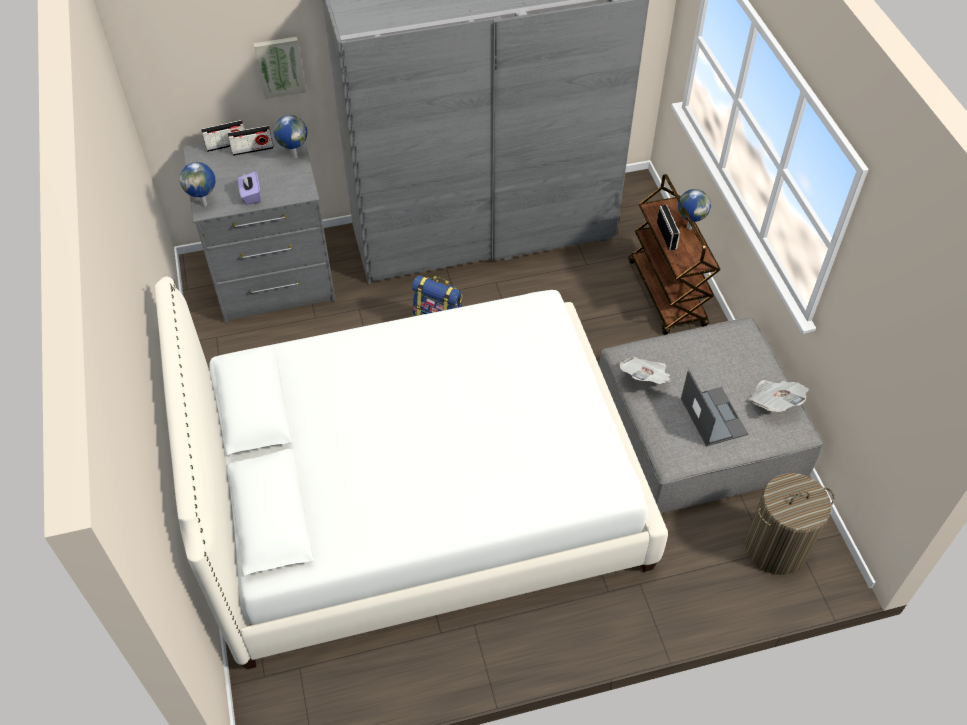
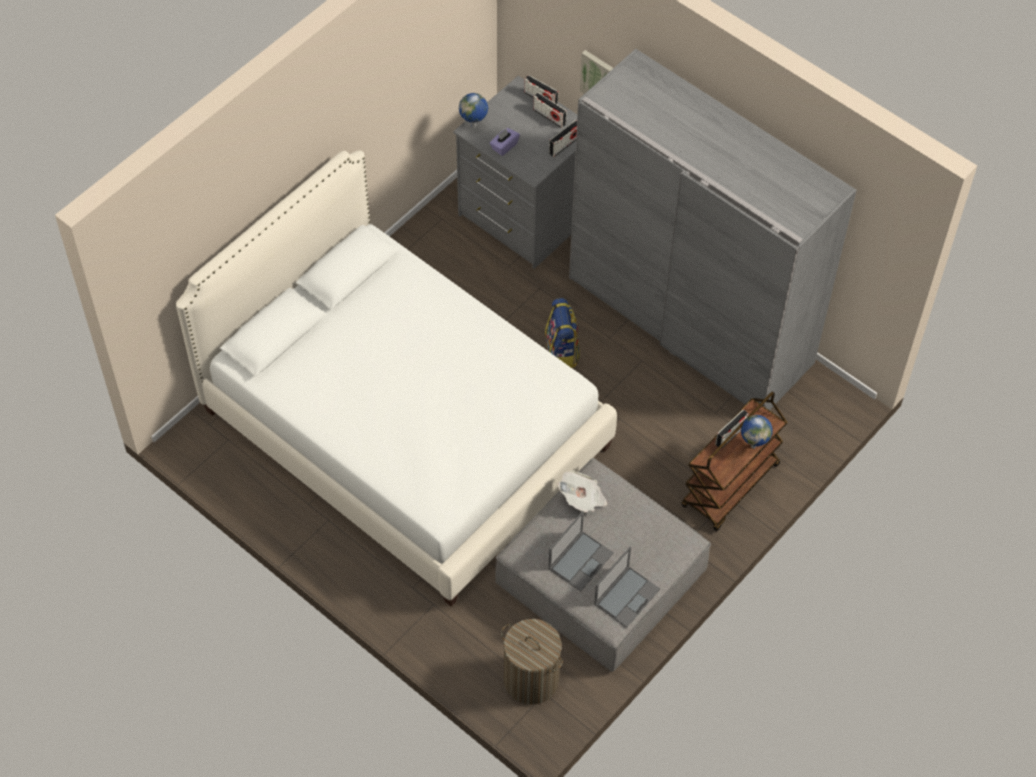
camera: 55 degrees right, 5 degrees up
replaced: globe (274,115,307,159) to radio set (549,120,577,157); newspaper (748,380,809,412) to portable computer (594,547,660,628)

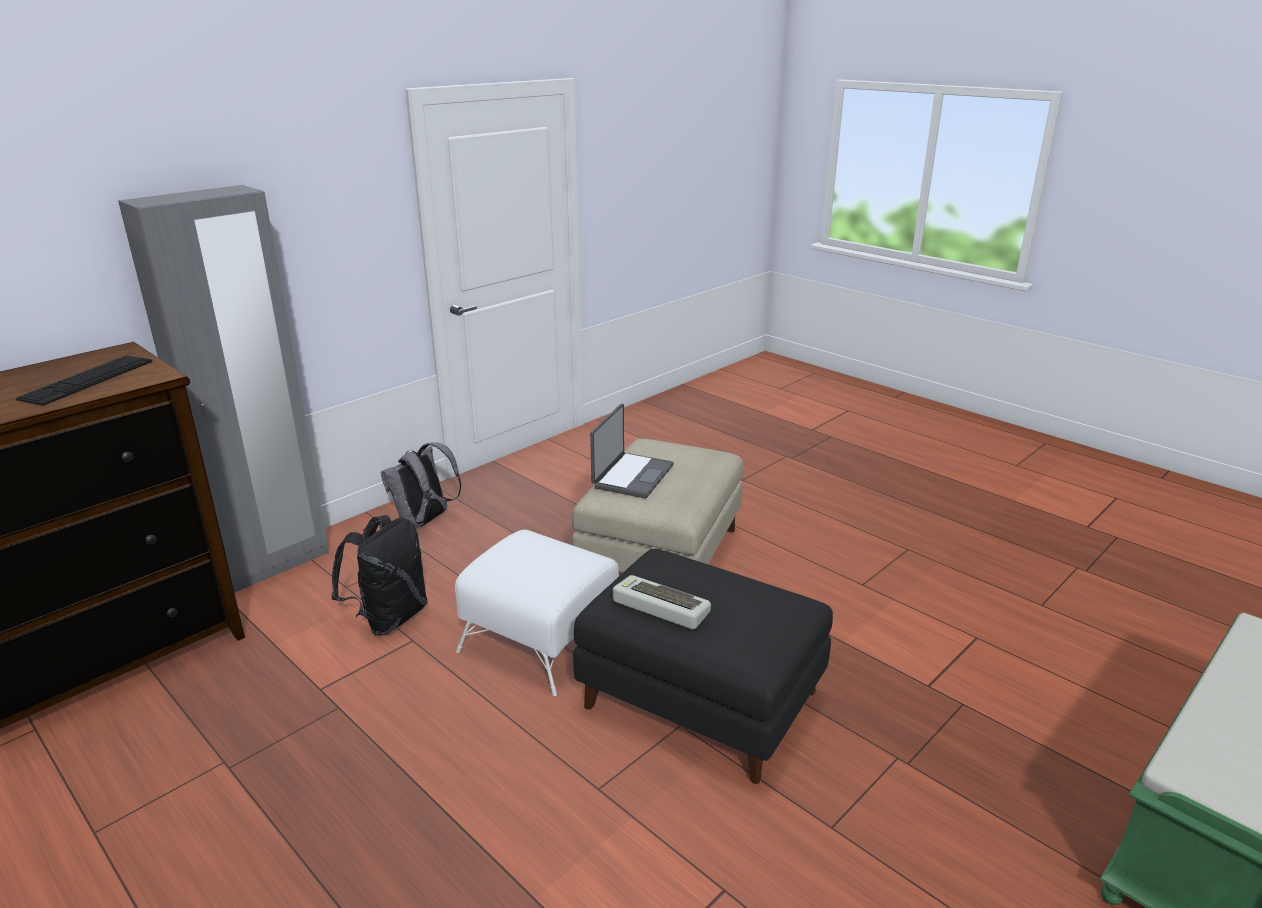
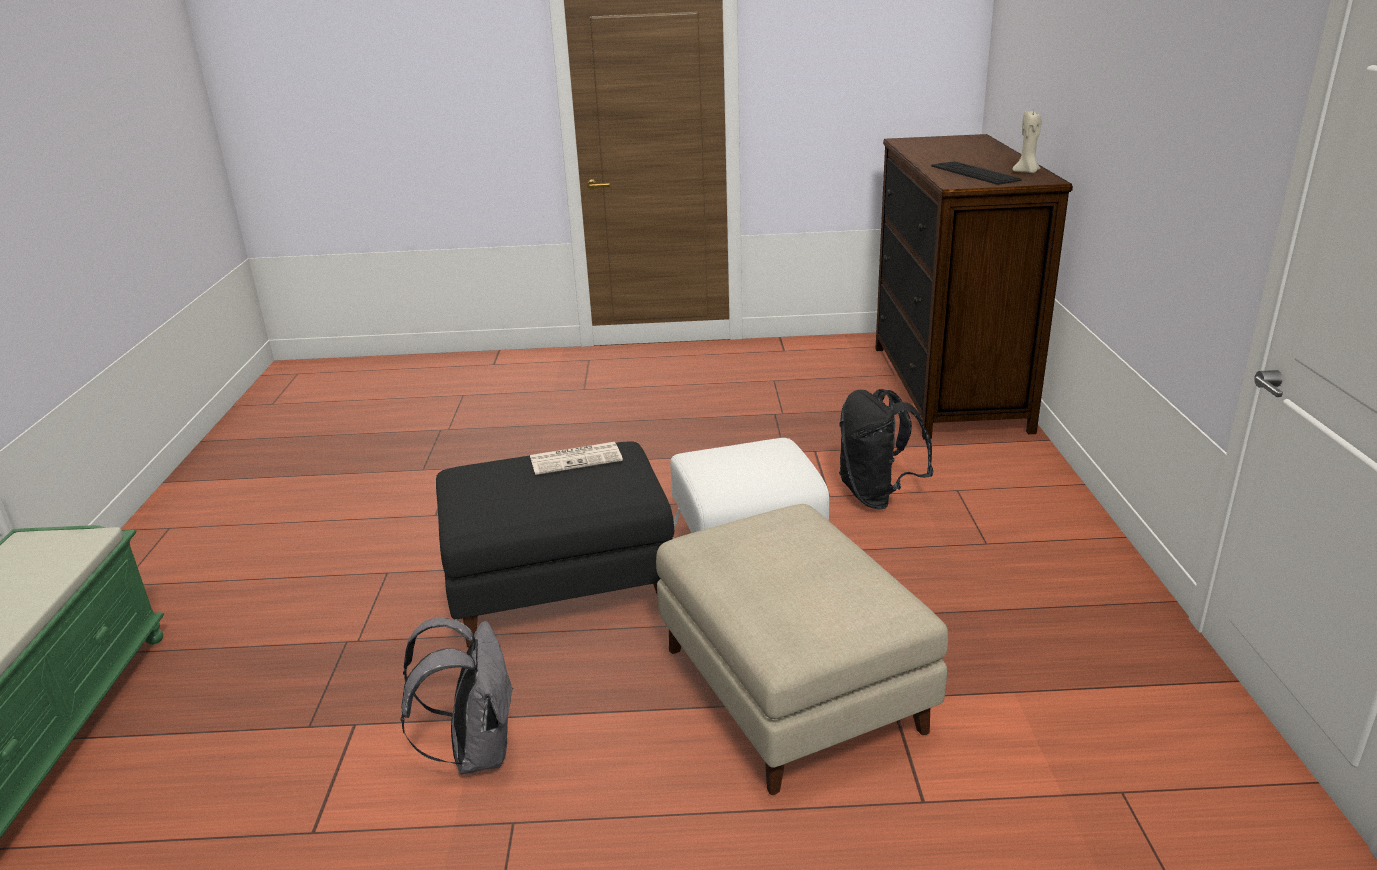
camera: 135 degrees right, 0 degrees up
removed: clothes cupboard/grey (118,185,329,593); portable computer (590,404,674,498)
added: wax light/beige (1012,111,1042,173)
moved: backpack/grey (381,442,461,528) to (400,618,513,774)
replaced: keyboard (613,575,711,629) to newspaper (530,442,623,475)

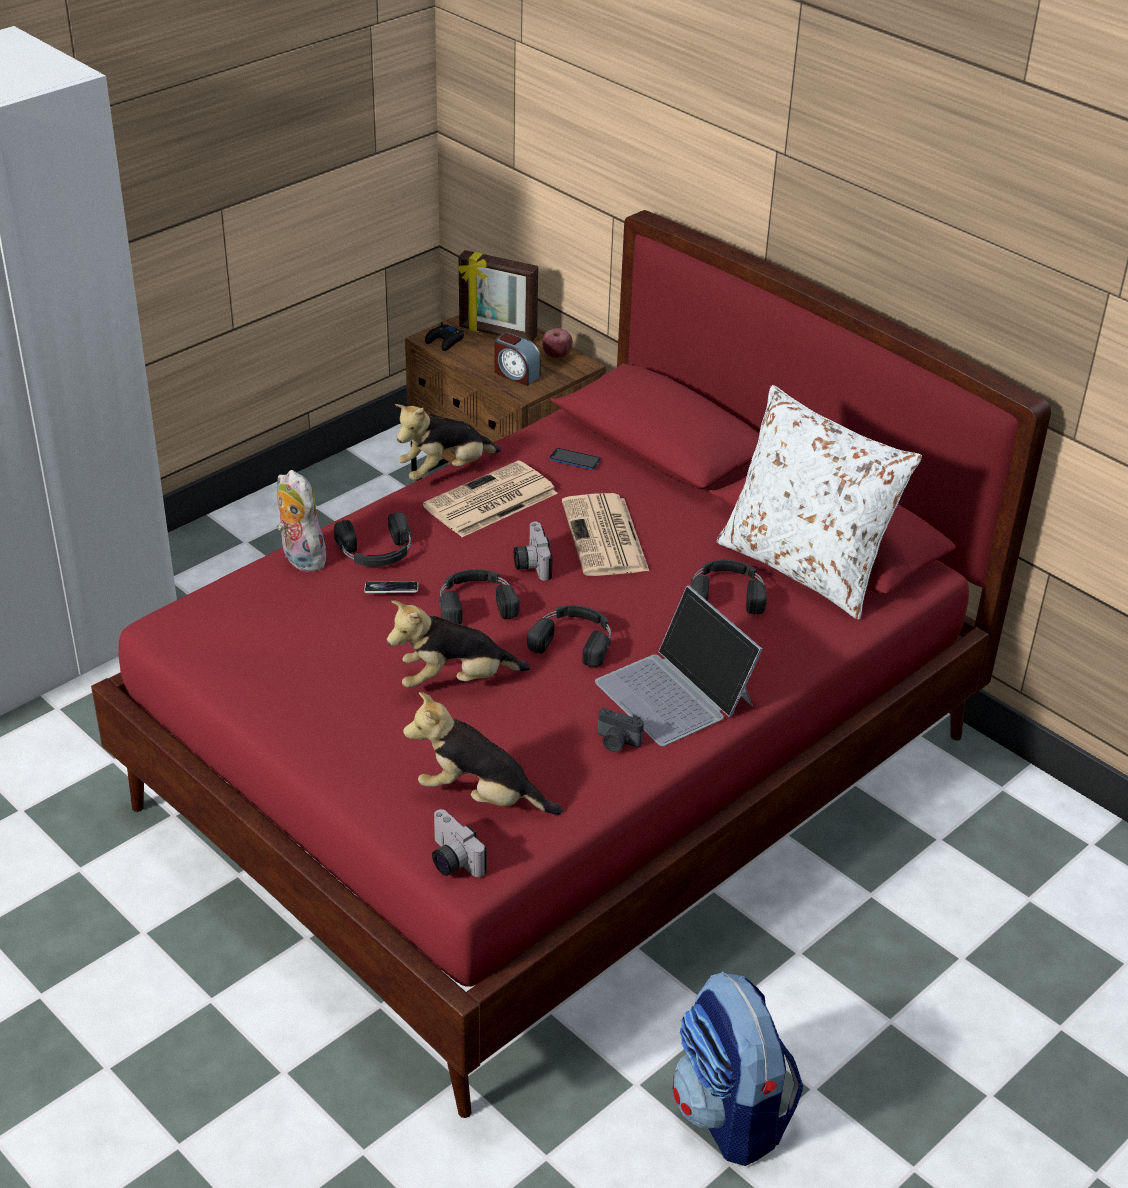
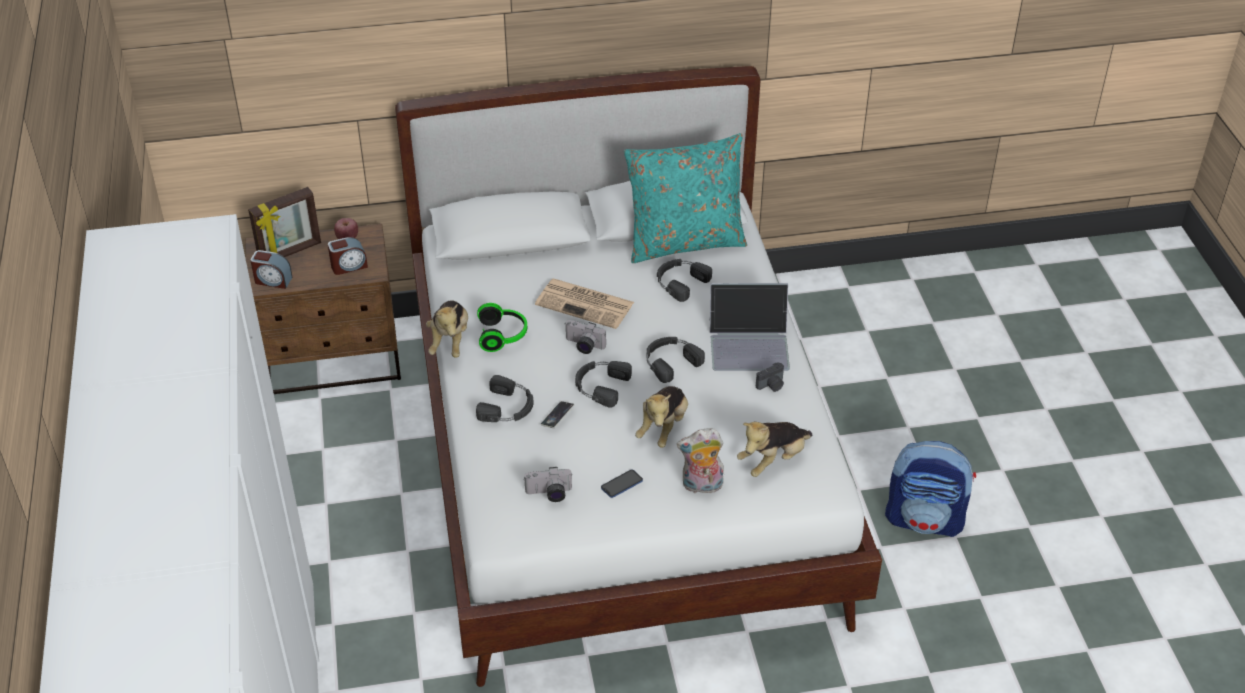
camera: 55 degrees left, 5 degrees up
moved: plush toy (277,470,328,572) to (677,428,724,493); photo camera (432,809,487,877) to (524,467,573,502); handset (550,448,601,470) to (601,470,643,498)
replaced: newspaper (423,461,558,537) to headset (477,303,527,352); joypad/black (425,322,464,351) to alarm clock (250,250,292,289)
recoloured: bed/red (91,210,1051,1118) to bed/white-coloured (395,66,882,687); pillow/white-coloured (717,385,922,620) to pillow/blue-green (624,133,747,263)

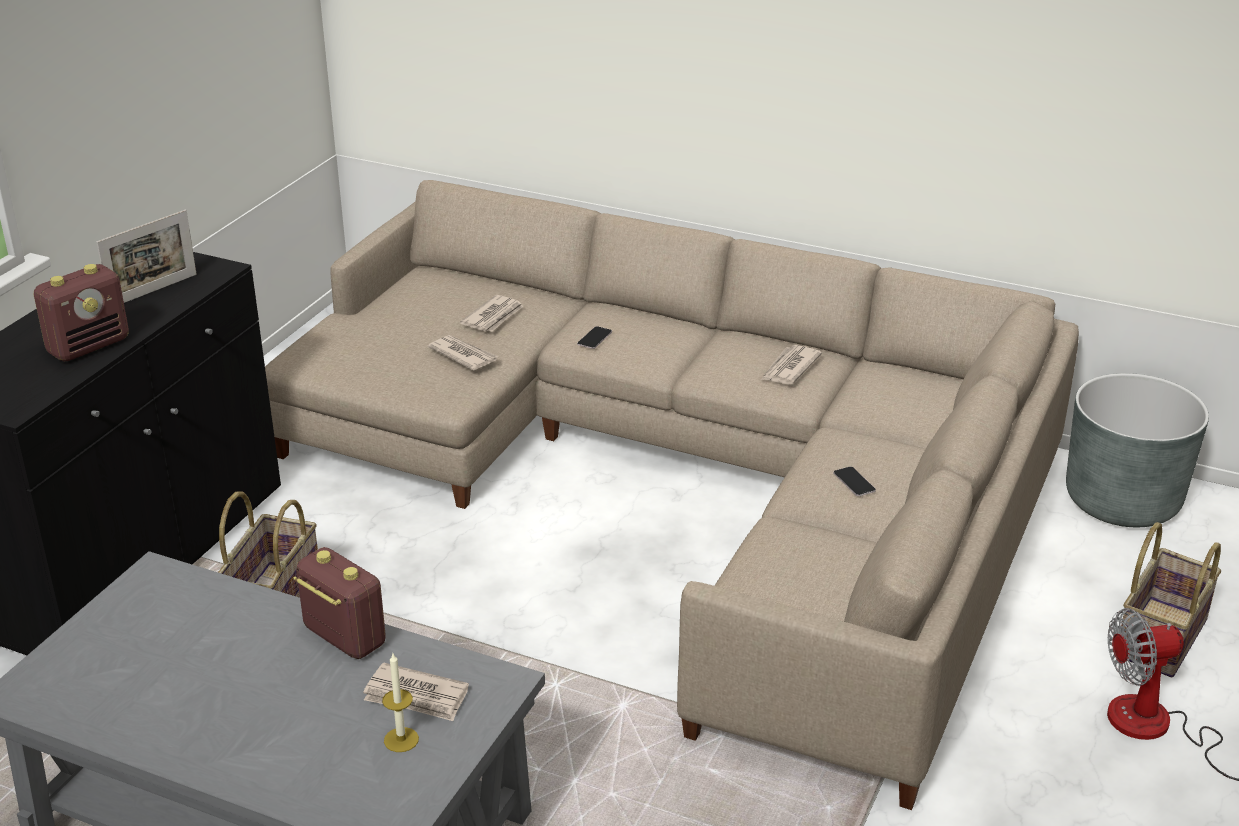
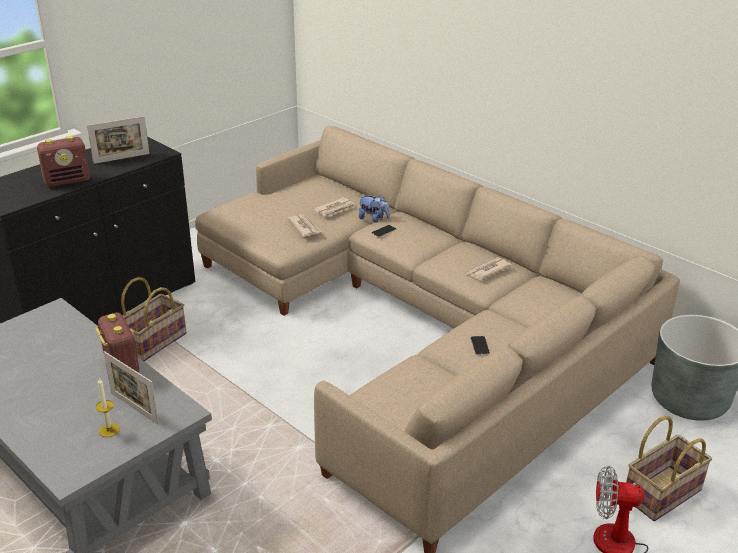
camera: 20 degrees right, 0 degrees up
added: plush toy (359,195,390,223)
replaced: newspaper (363,662,469,721) to photo frame (104,351,159,425)

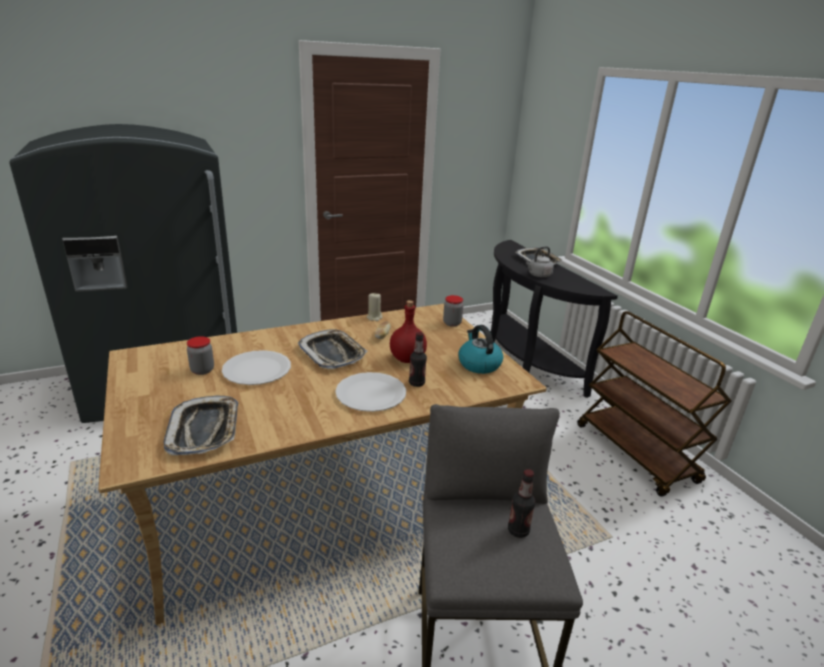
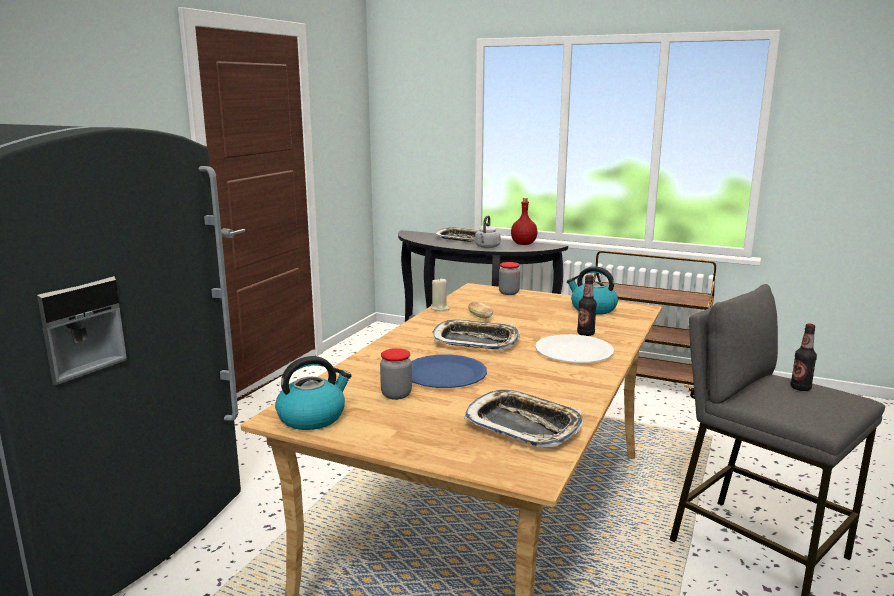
camera: 40 degrees left, 10 degrees down
added: tea kettle (275,356,352,430)
moved: beverage bottle/red (390,300,427,363) to (511,198,538,245)
recoloured: dinner plate/white-coloured (222,350,291,385) to dinner plate/bluish (411,354,487,388)

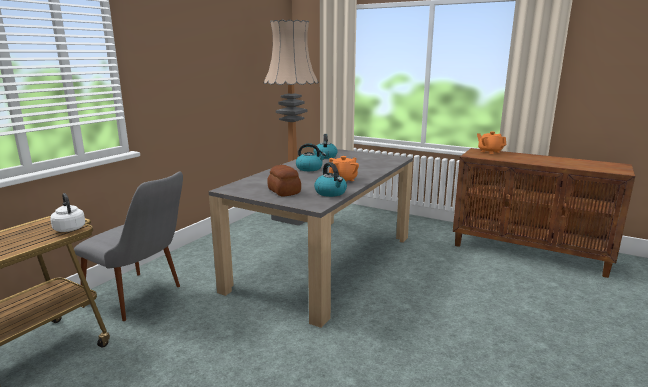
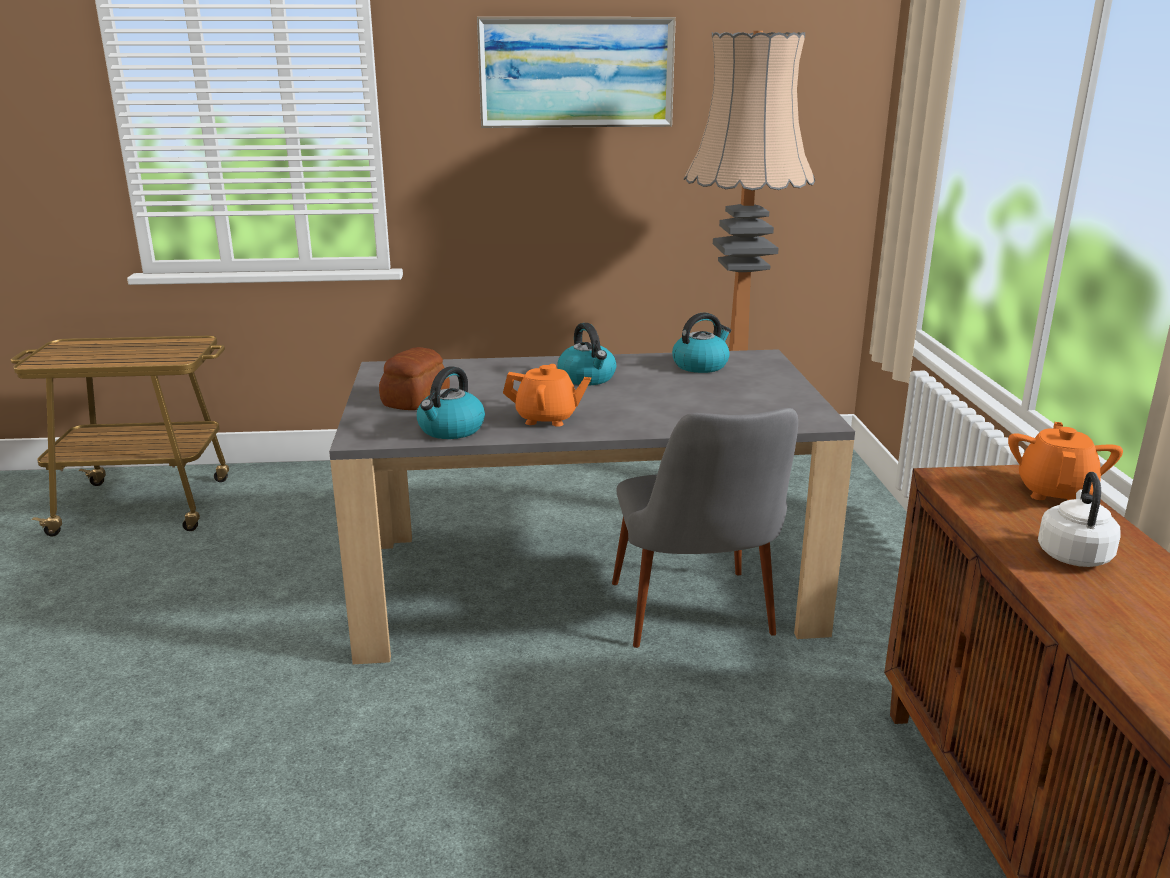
camera: 55 degrees right, 5 degrees up
added: picture (477,17,676,128)
moved: tea kettle/white-coloured (50,193,85,232) to (1038,472,1121,567); plain chair/grey (74,171,183,321) to (612,408,798,648)

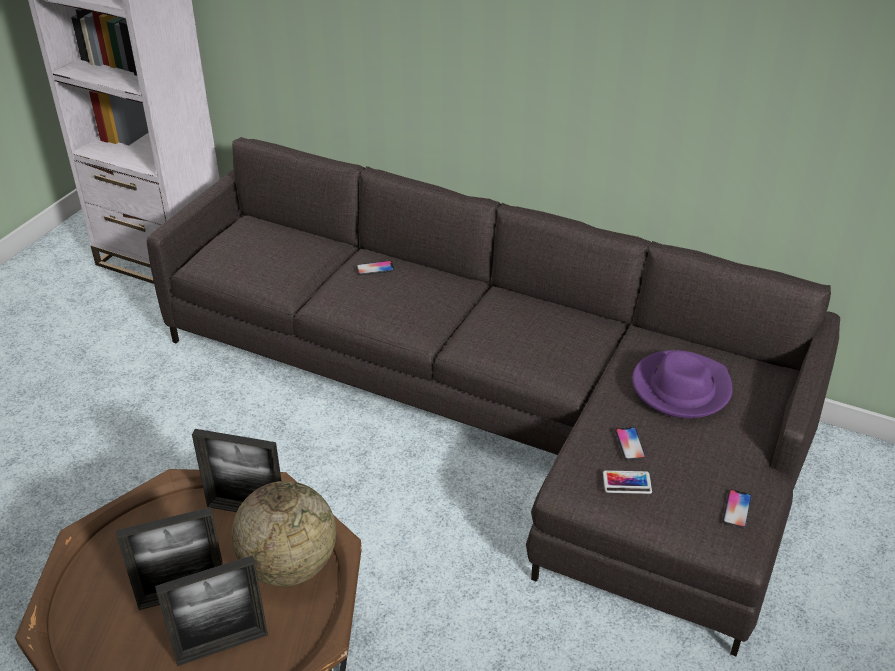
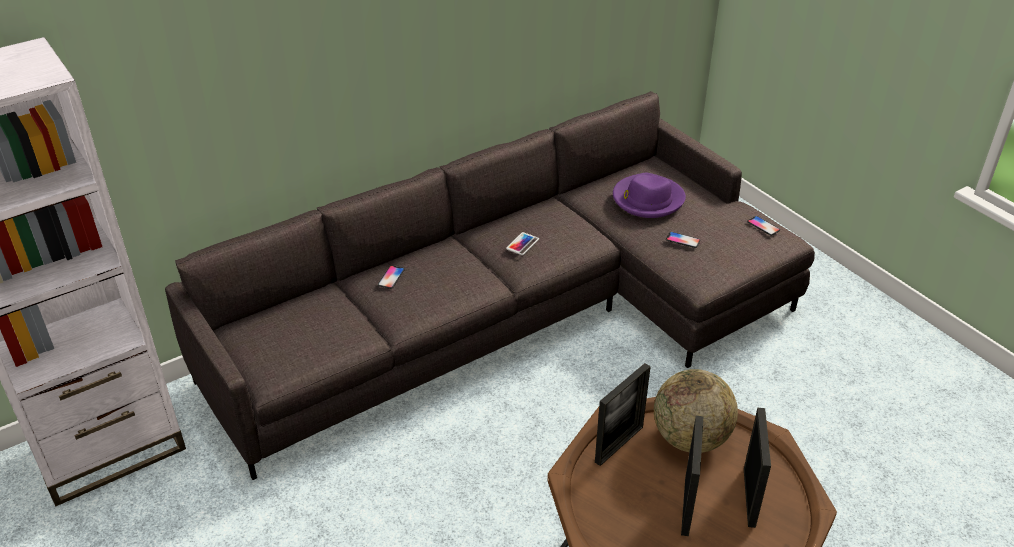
camera: 60 degrees left, 0 degrees up
moved: handset (603,470,652,494) to (506,232,539,255)

